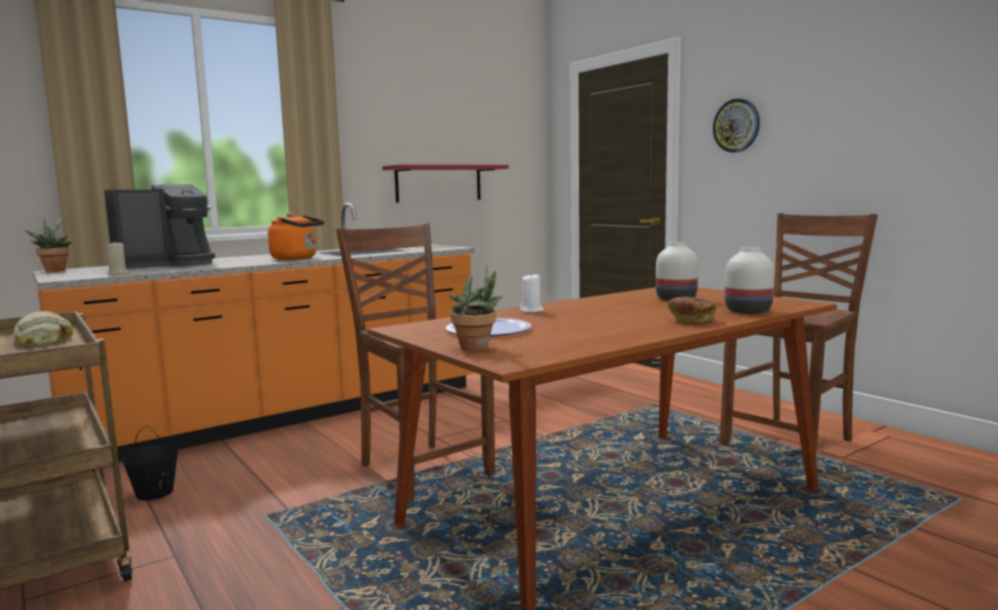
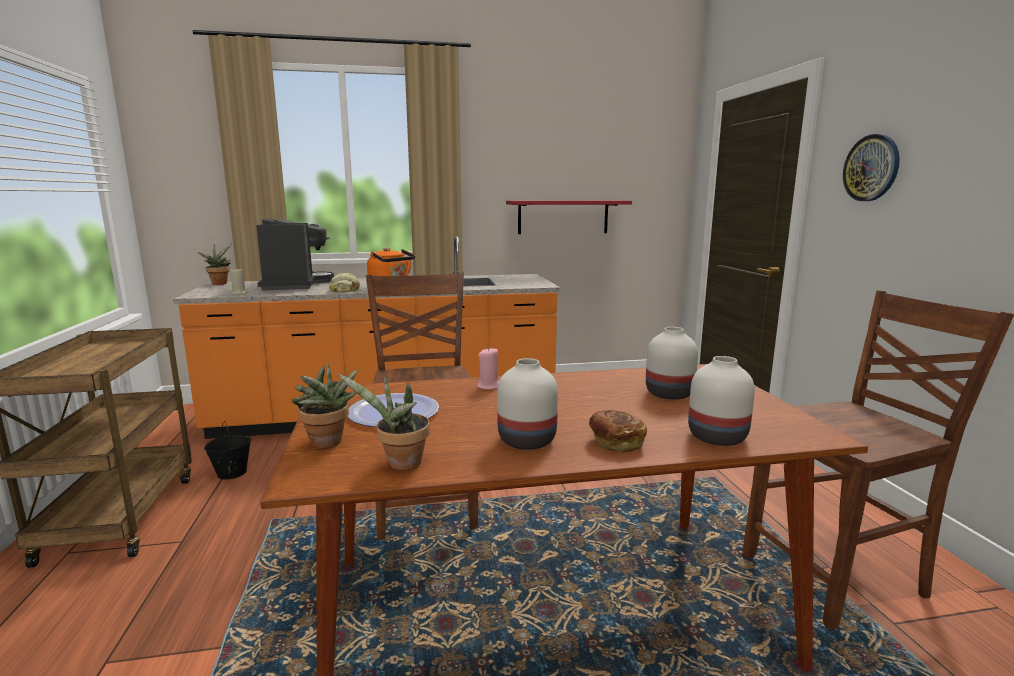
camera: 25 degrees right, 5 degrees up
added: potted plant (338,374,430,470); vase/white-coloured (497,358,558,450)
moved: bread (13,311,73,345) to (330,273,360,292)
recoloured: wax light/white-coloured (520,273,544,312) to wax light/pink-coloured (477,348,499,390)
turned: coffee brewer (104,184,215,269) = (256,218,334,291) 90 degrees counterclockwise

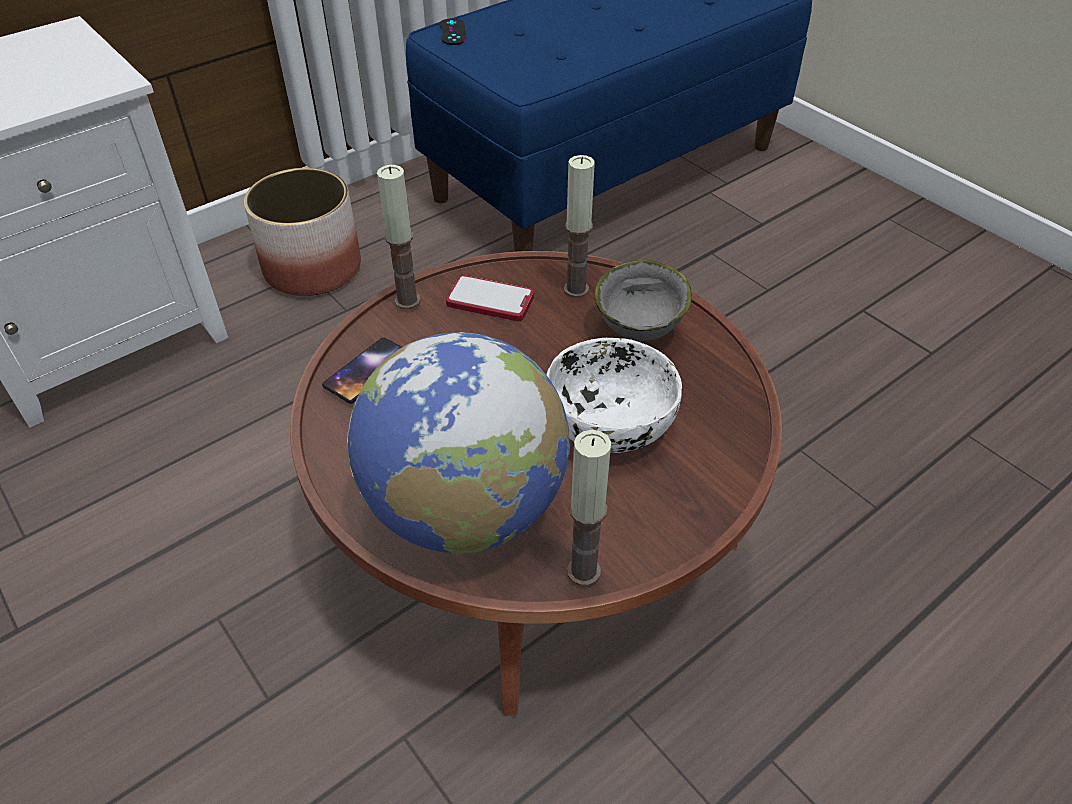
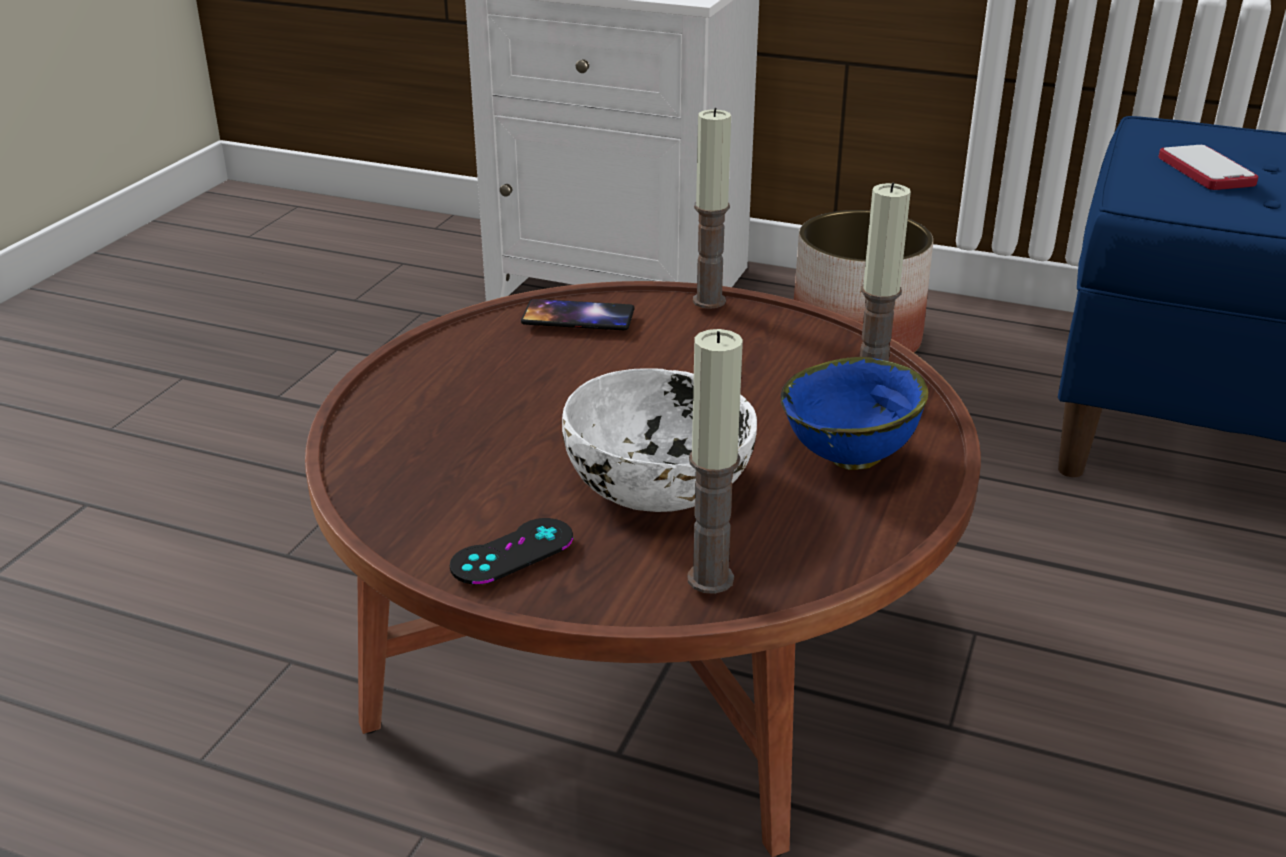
camera: 60 degrees right, 15 degrees down
removed: globe (347,332,570,554)
moved: joypad/black (439,18,467,45) to (450,518,573,585); handset (446,275,534,321) to (1158,145,1258,190); wax light (567,430,611,586) to (687,329,743,594)
recoloured: bowl/grey (595,260,692,341) to bowl/bluish (781,357,928,470)

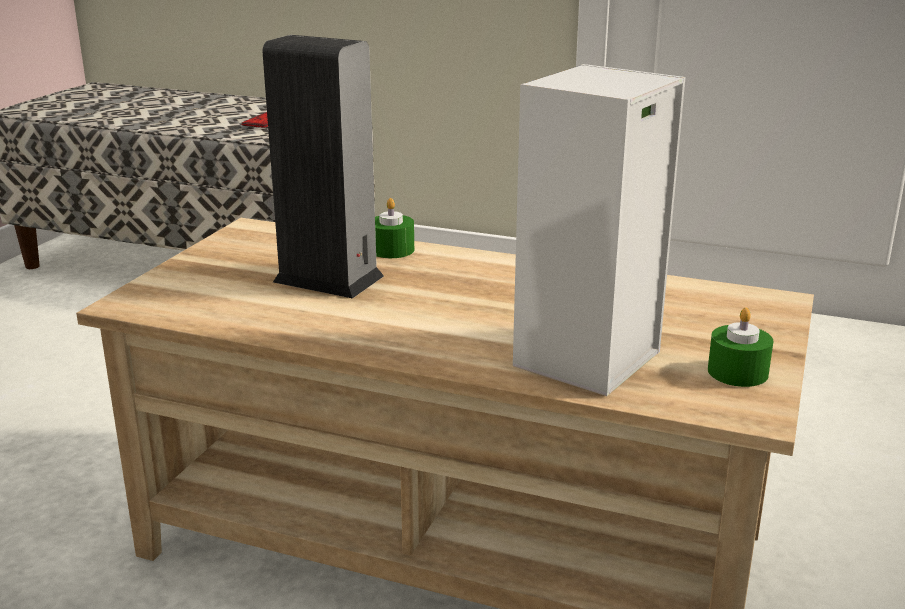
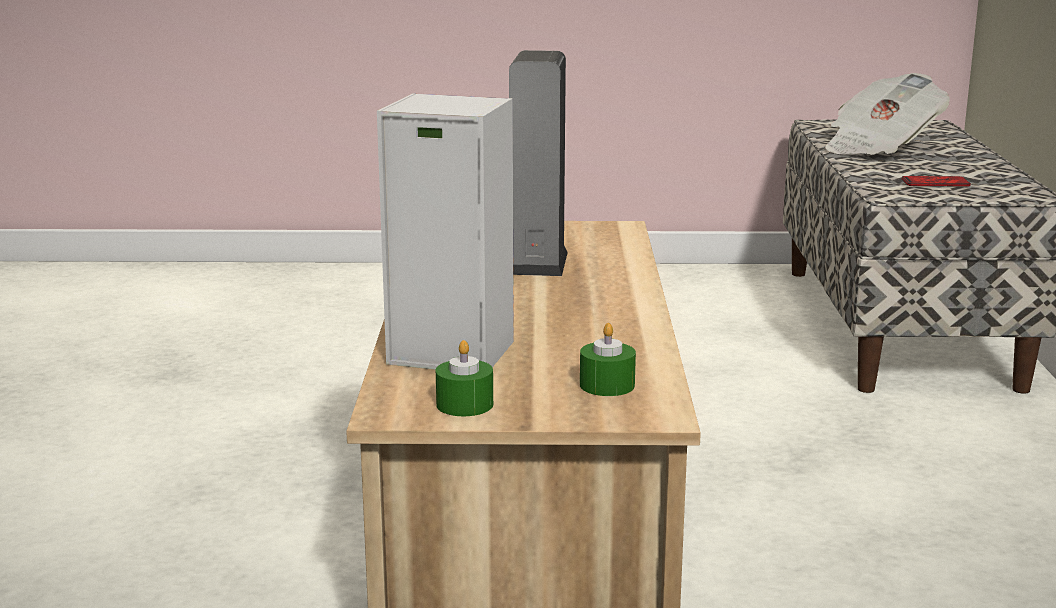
camera: 70 degrees right, 5 degrees down
added: newspaper (825,73,950,155)
moved: wax light/green (375,198,414,258) to (580,323,636,396)

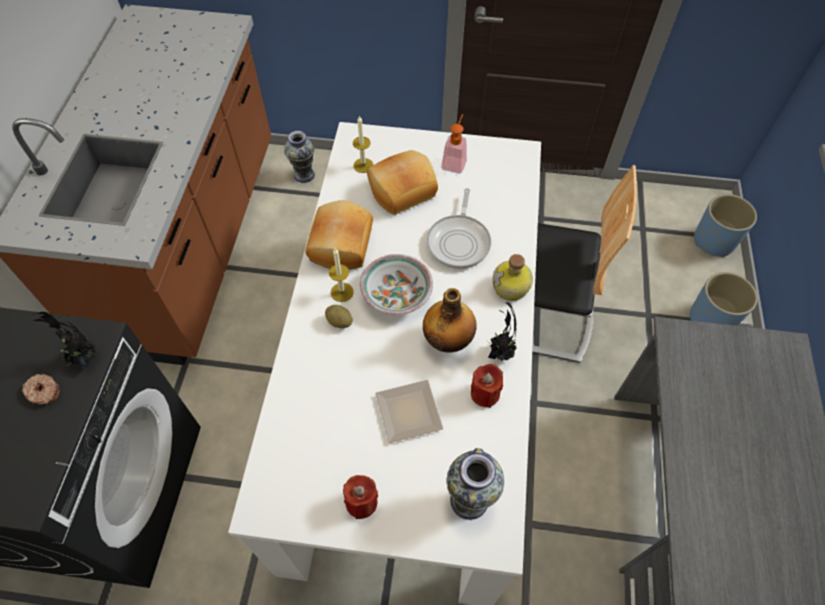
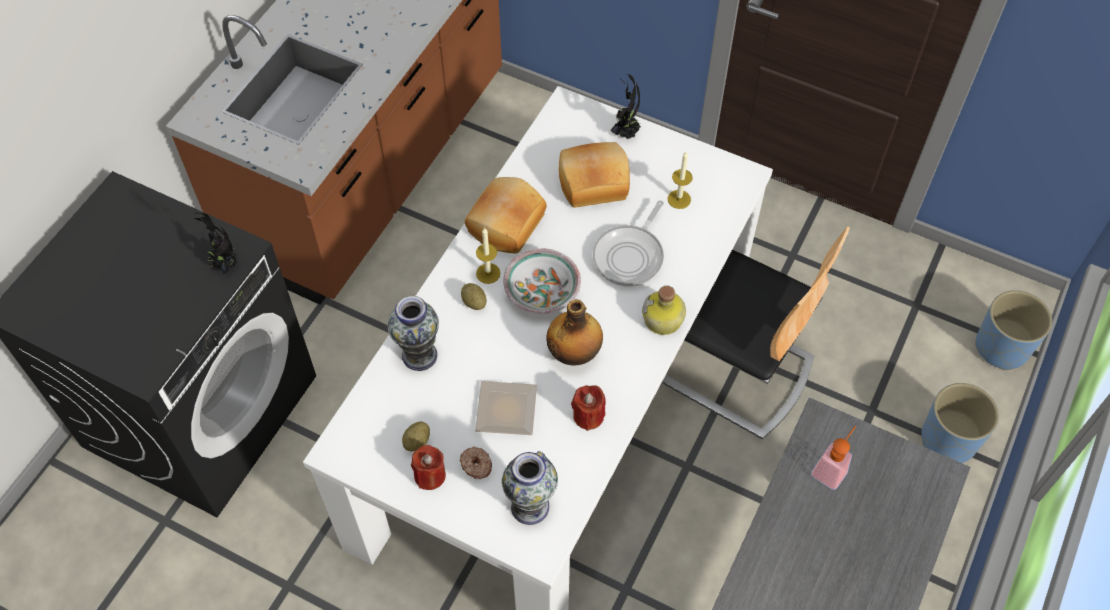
camera: 20 degrees right, 0 degrees up
added: spud (402,422,430,451)
moved: ring doughnut (22,374,60,405) to (460,447,492,479); vase (284,131,315,183) to (388,296,439,371); wax light (353,116,373,173) to (667,152,693,209); soap dispenser (441,114,467,174) to (811,426,856,490); potted plant (487,302,517,361) to (610,74,641,139)

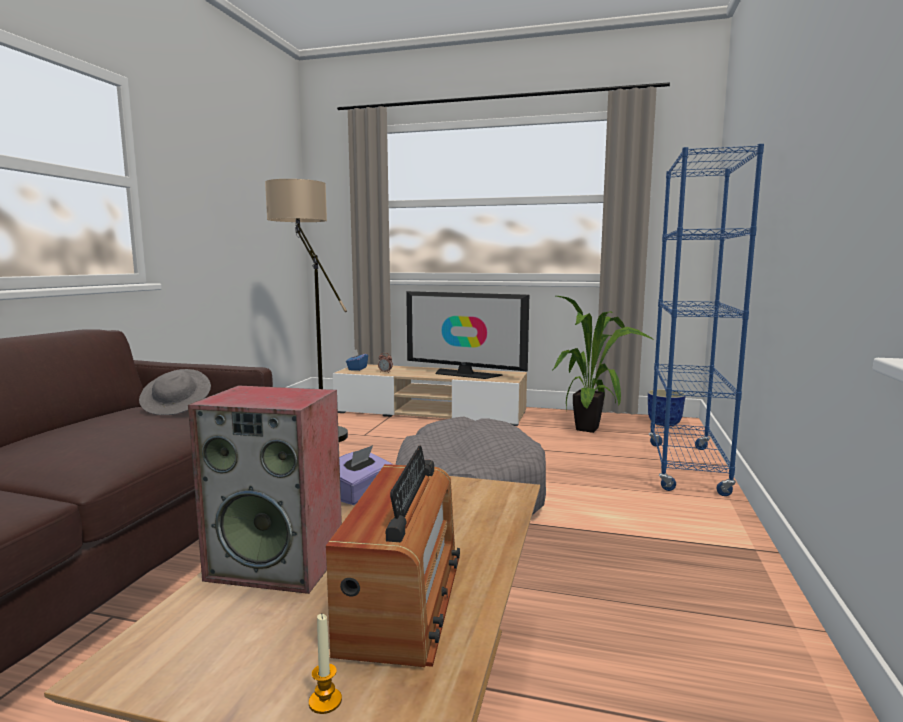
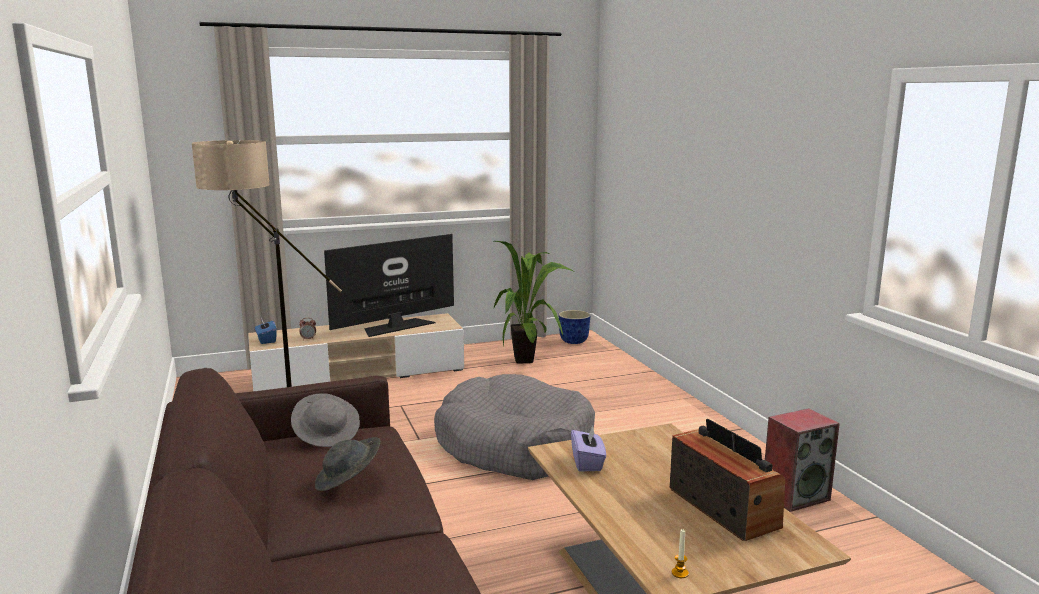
camera: 35 degrees left, 5 degrees up
removed: bookcase/bluish (649,144,764,496)
added: wearable hat/grey (315,437,381,491)
moved: loudspeaker (188,385,342,594) to (765,408,840,512); wax light (309,614,342,714) to (672,529,689,578)
turned: TV (406,291,529,379) = (324,234,454,337) 150 degrees clockwise

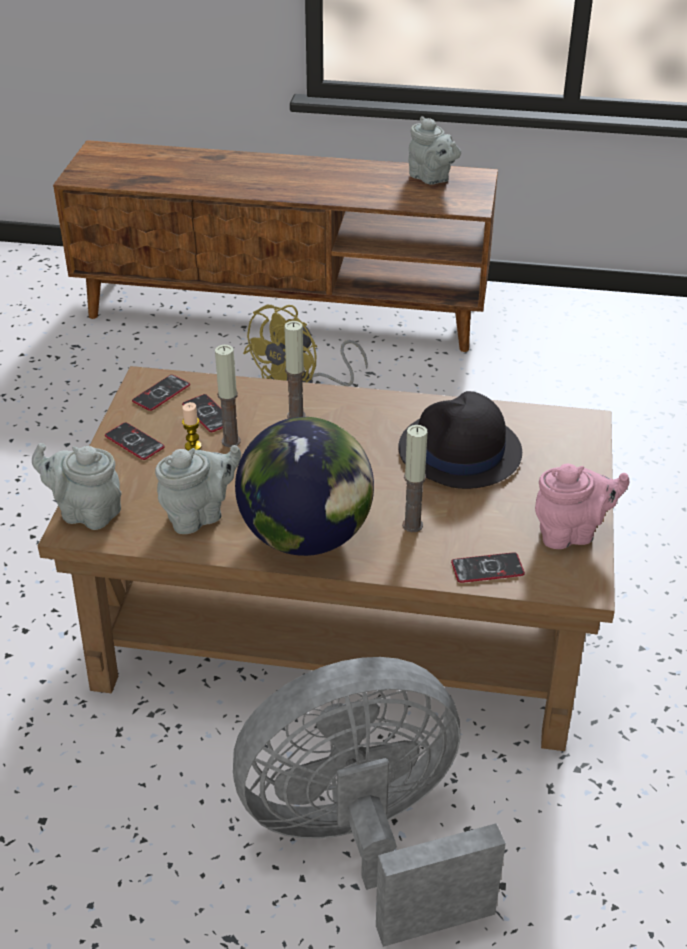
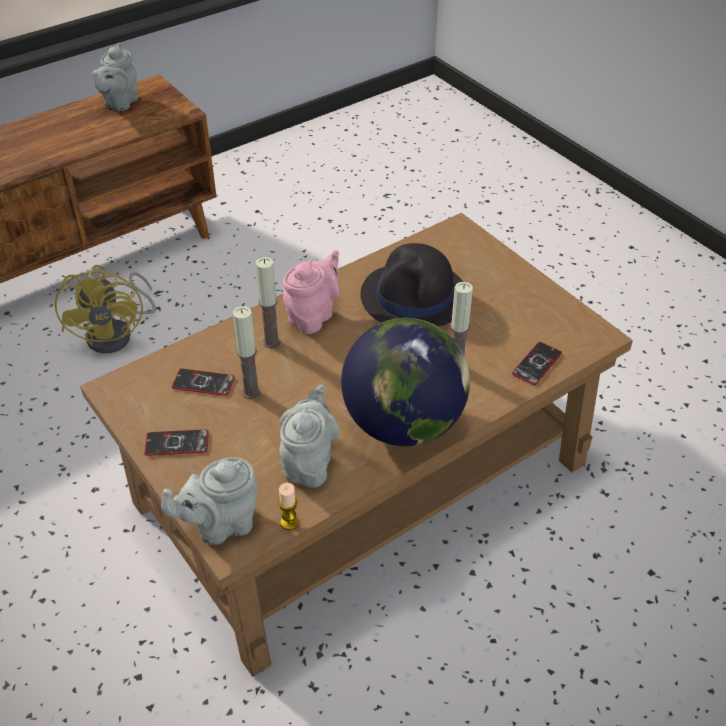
camera: 45 degrees left, 5 degrees up
removed: handset (132,375,190,411); electric fan/grey (233,657,506,947)
moved: wax light (182,402,202,451) to (278,483,299,530); pot for tea/pink-coloured (535,464,629,549) to (283,250,339,334)
turned: pot for tea/grey (408,116,461,185) = (91,44,138,111) 105 degrees clockwise

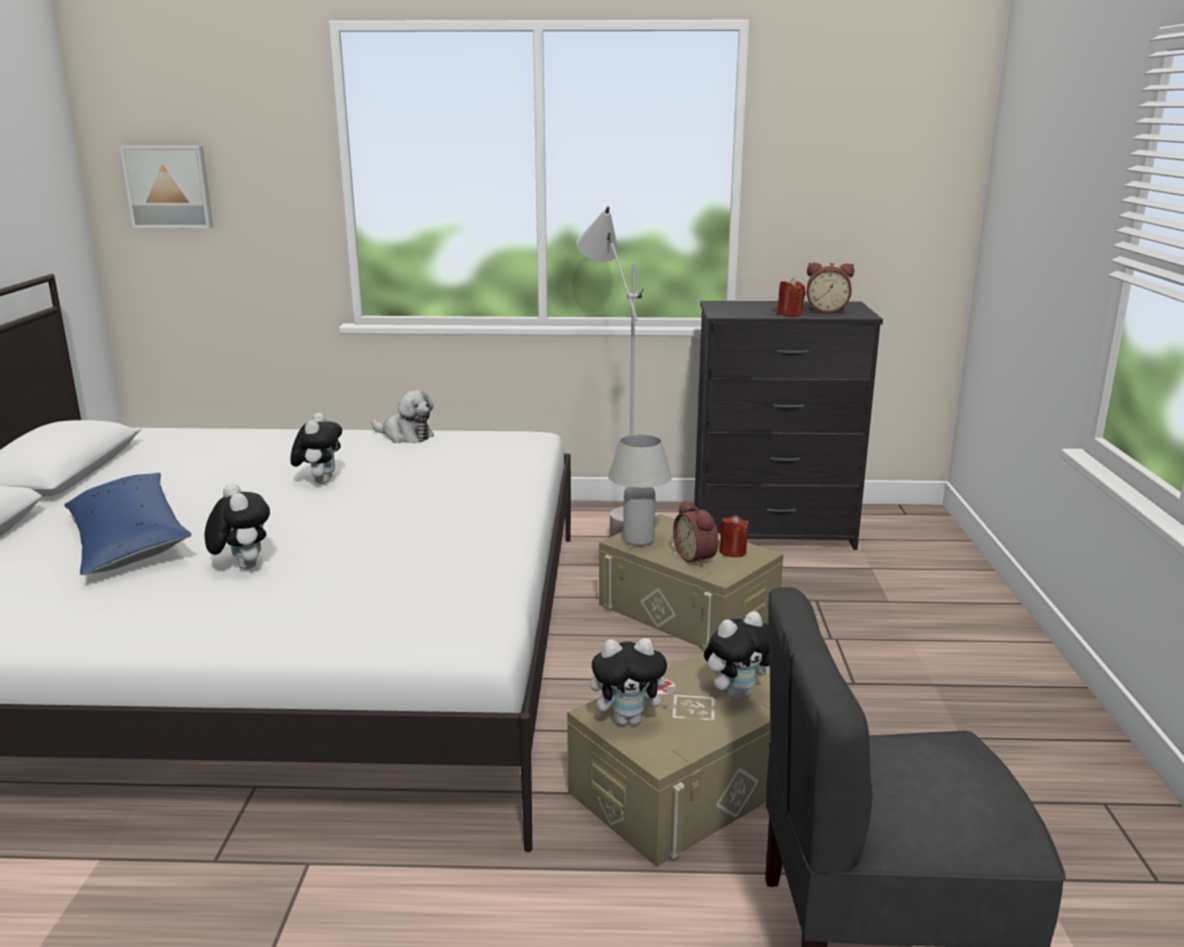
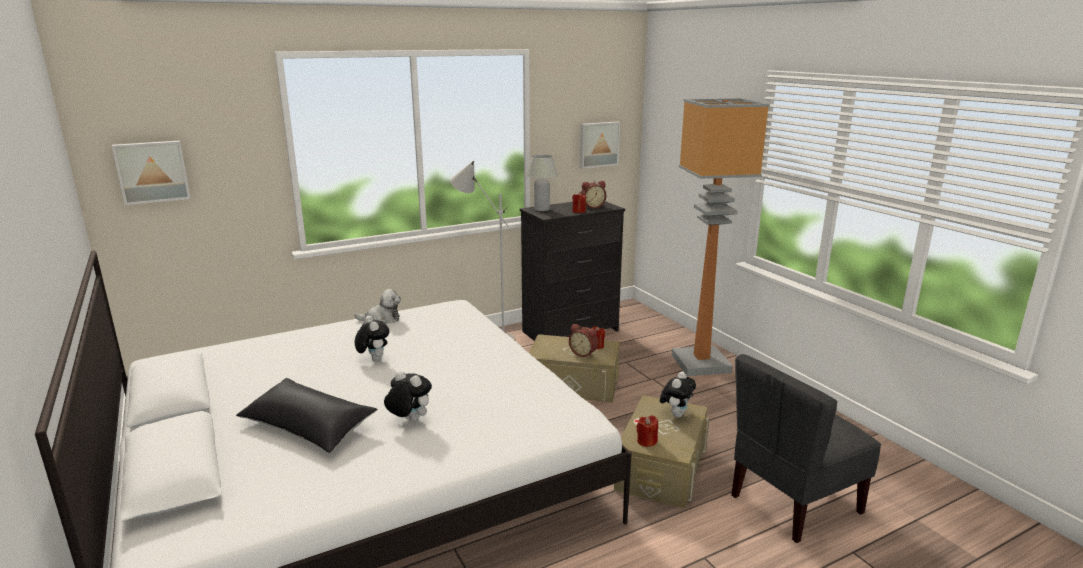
camera: 30 degrees left, 0 degrees up
added: picture (580,121,620,169); standard lamp (672,98,770,376)
moved: tabletop lamp/white-coloured (608,434,672,546) to (526,155,558,211)
replaced: plush toy (590,638,675,725) to wax light/red (636,415,658,447)
recoloured: pillow/bluish (64,473,192,575) to pillow/black (236,378,378,453)

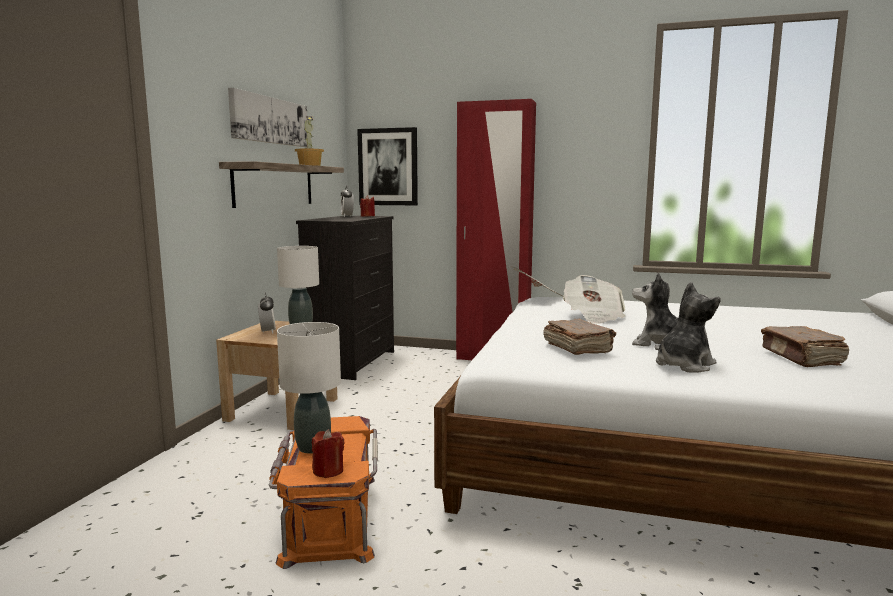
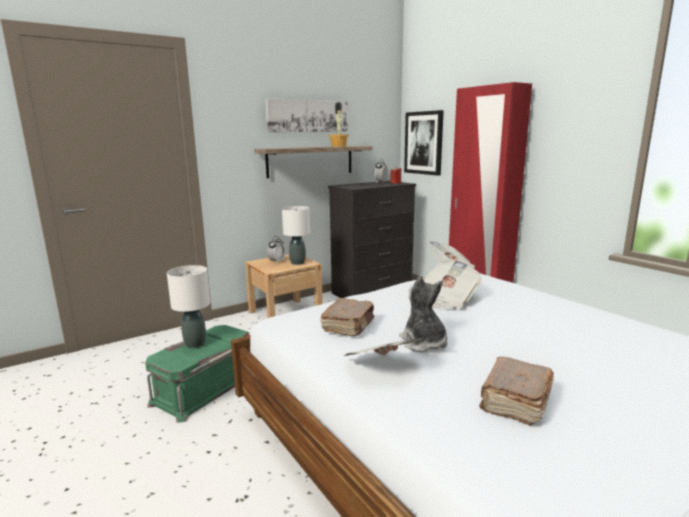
camera: 40 degrees right, 5 degrees up
removed: wax light/red (312,429,344,478)
replaced: plush toy (656,282,720,373) to newspaper (344,338,423,356)
recoloured: storage container/orangey (269,416,378,569) to storage container/green (145,325,249,423)

